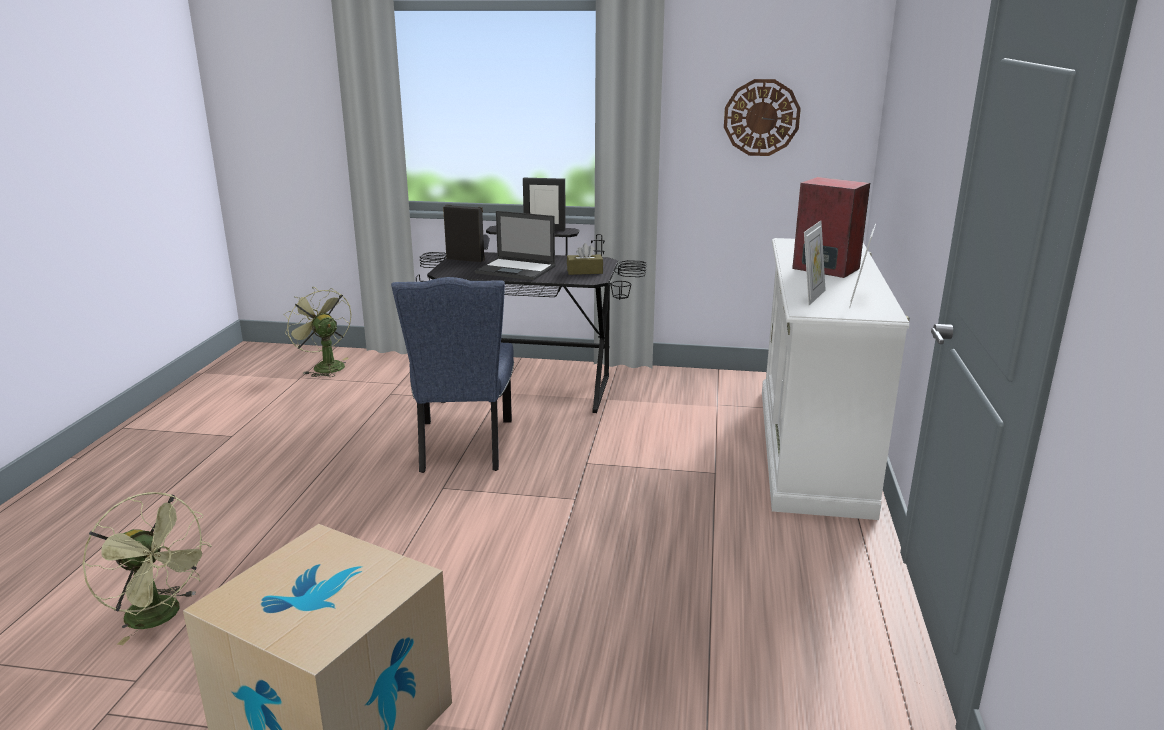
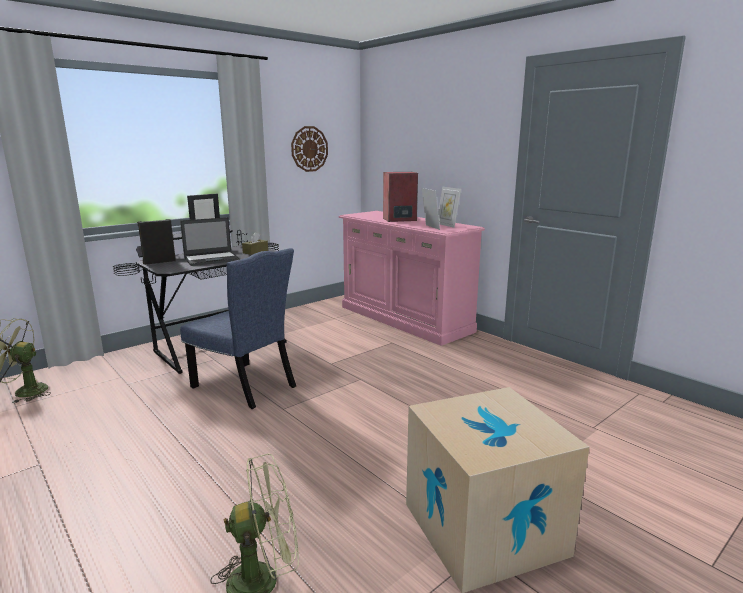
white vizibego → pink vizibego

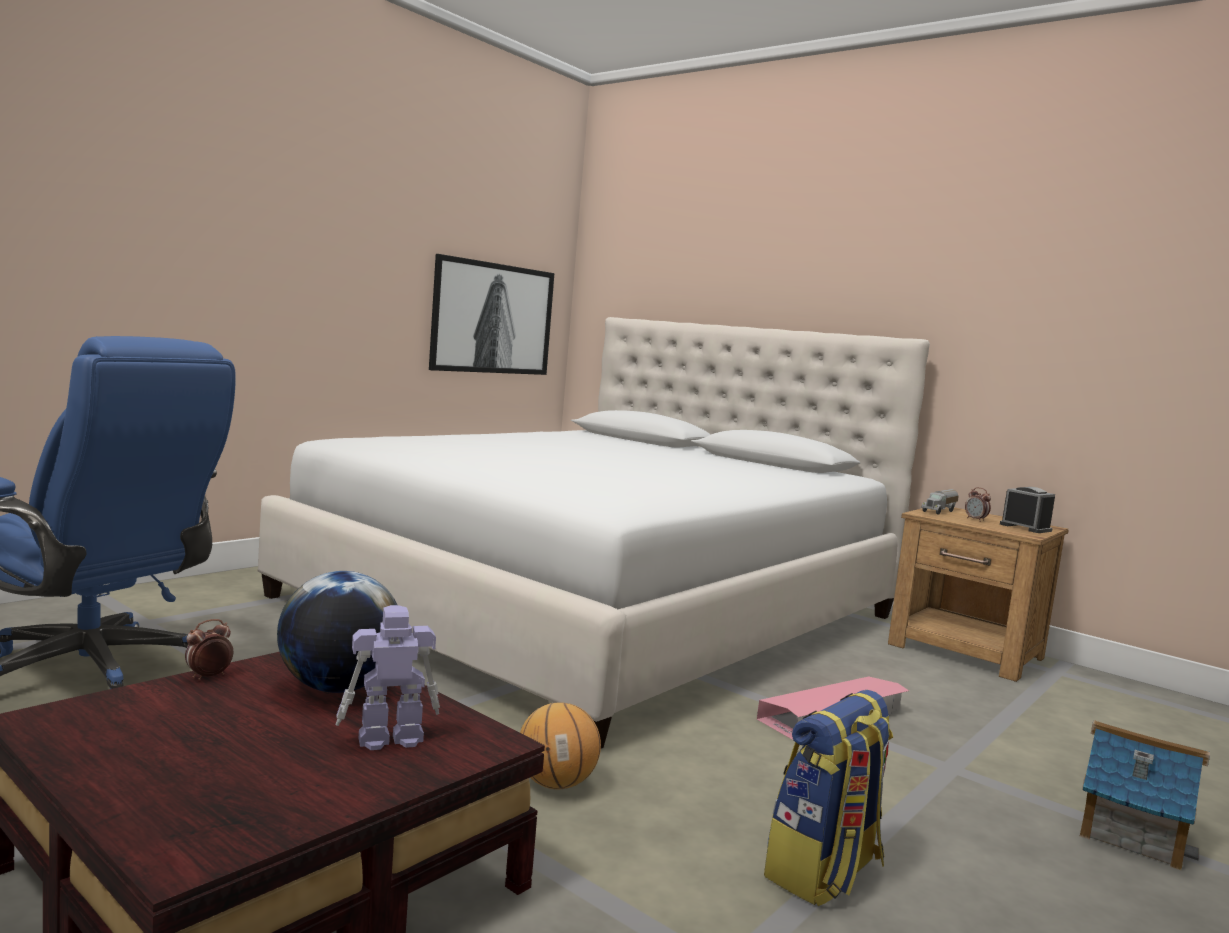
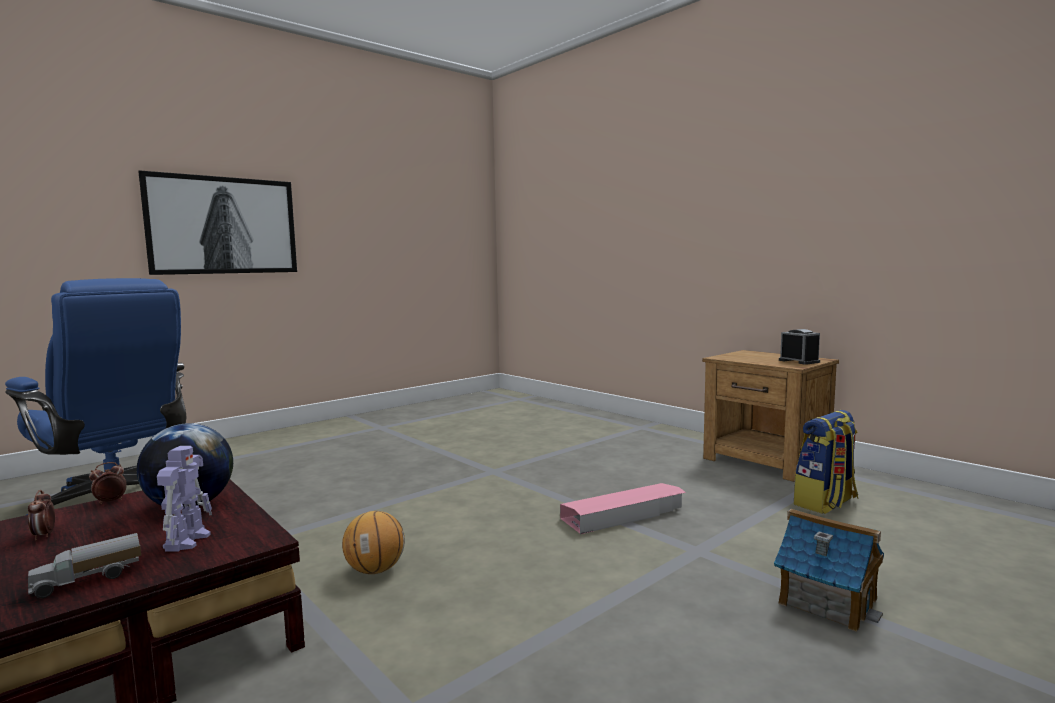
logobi (no. 2 from left in the first image) → logobi (no. 1 from left), relocated
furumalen, relocated
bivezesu, relocated
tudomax, 105 degrees clockwise
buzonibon, relocated
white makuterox → -

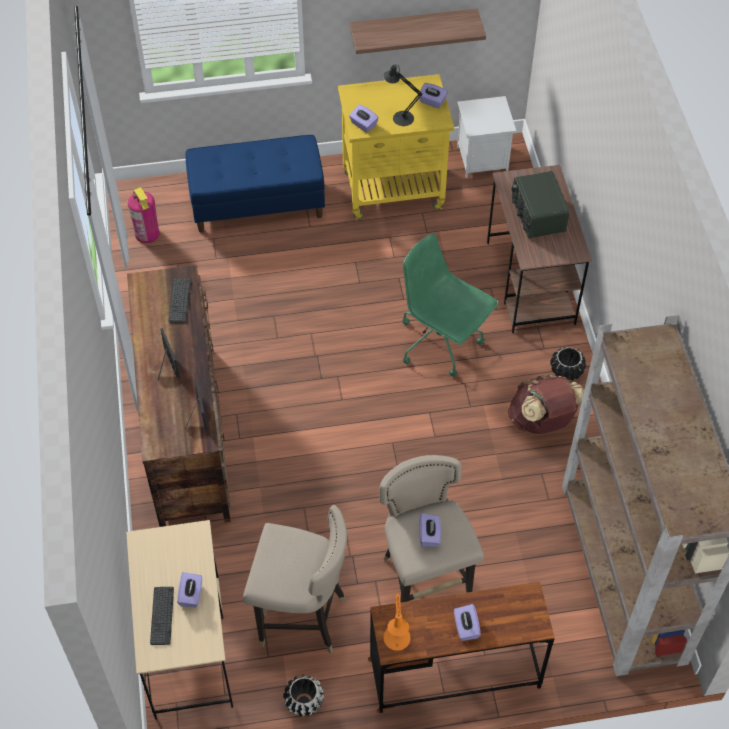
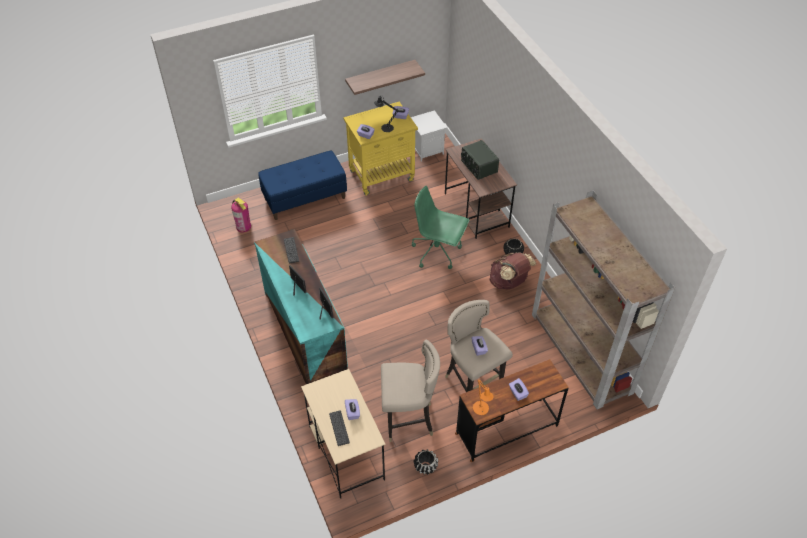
brown vizibego → turquoise vizibego

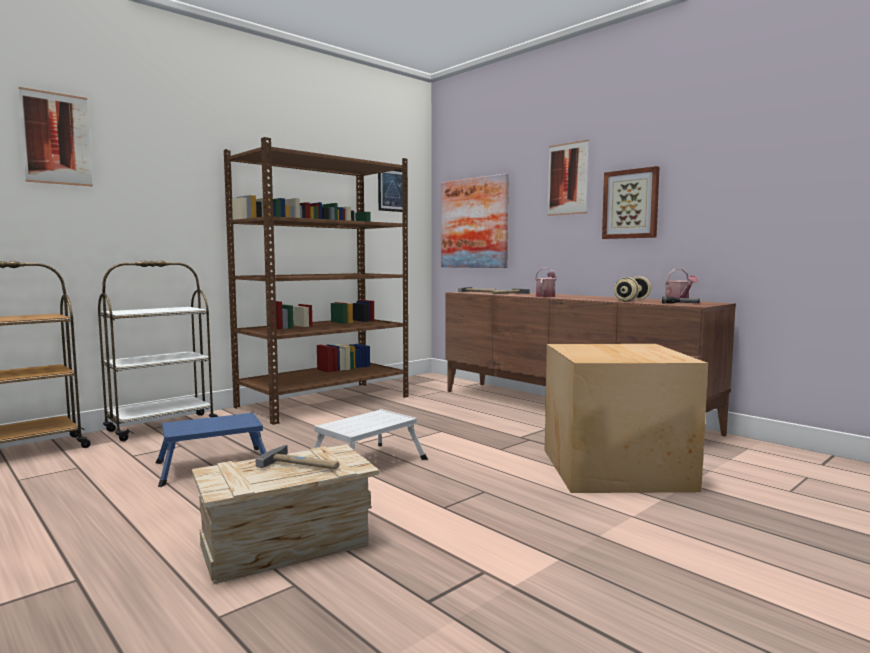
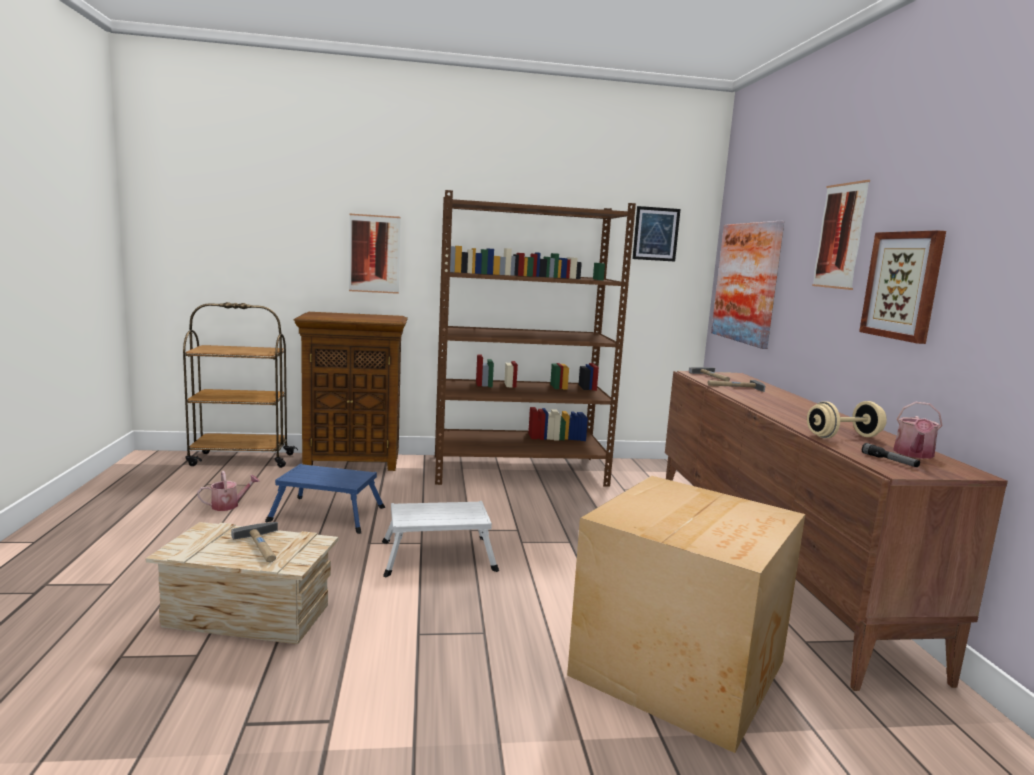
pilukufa (no. 1 from left), relocated
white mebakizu → brown vizibego (no. 1 from left)
bivezesu (no. 1 from left), relocated

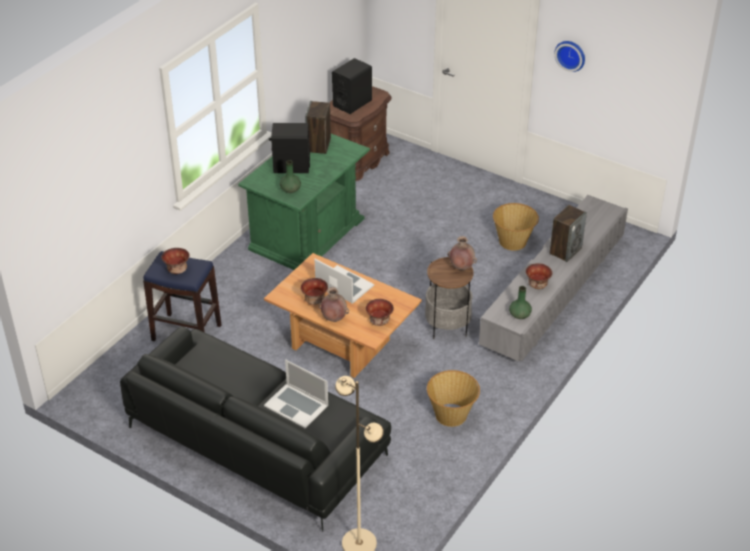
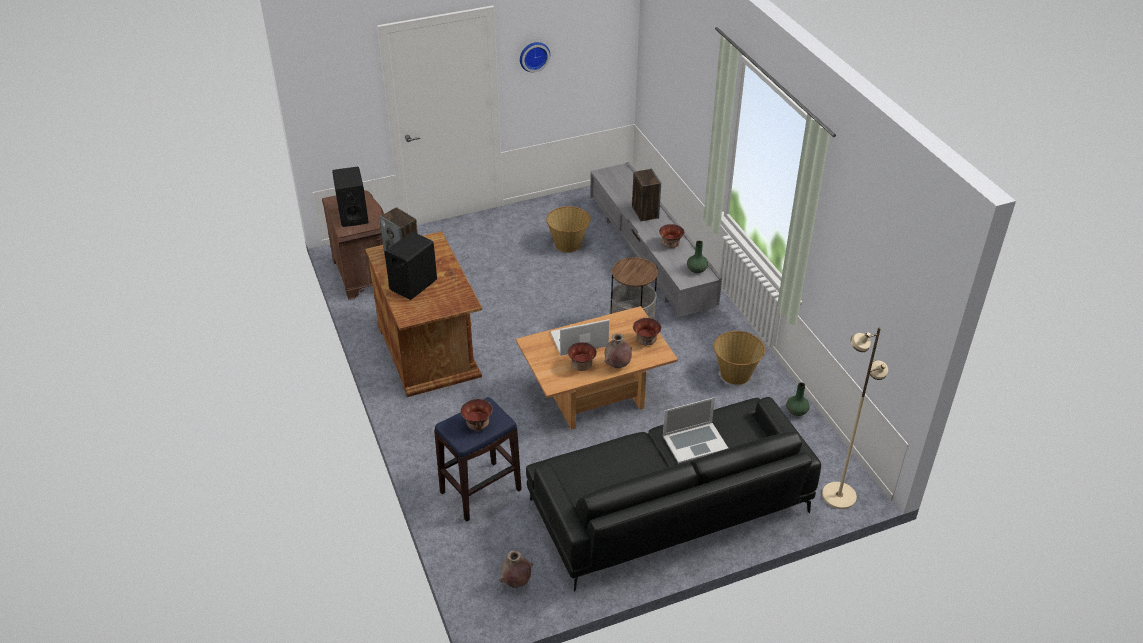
green vizibego → brown vizibego
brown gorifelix (no. 2 from left in the first image) → brown gorifelix (no. 1 from left), relocated
green gorifelix (no. 1 from left in the first image) → green gorifelix (no. 2 from left), relocated

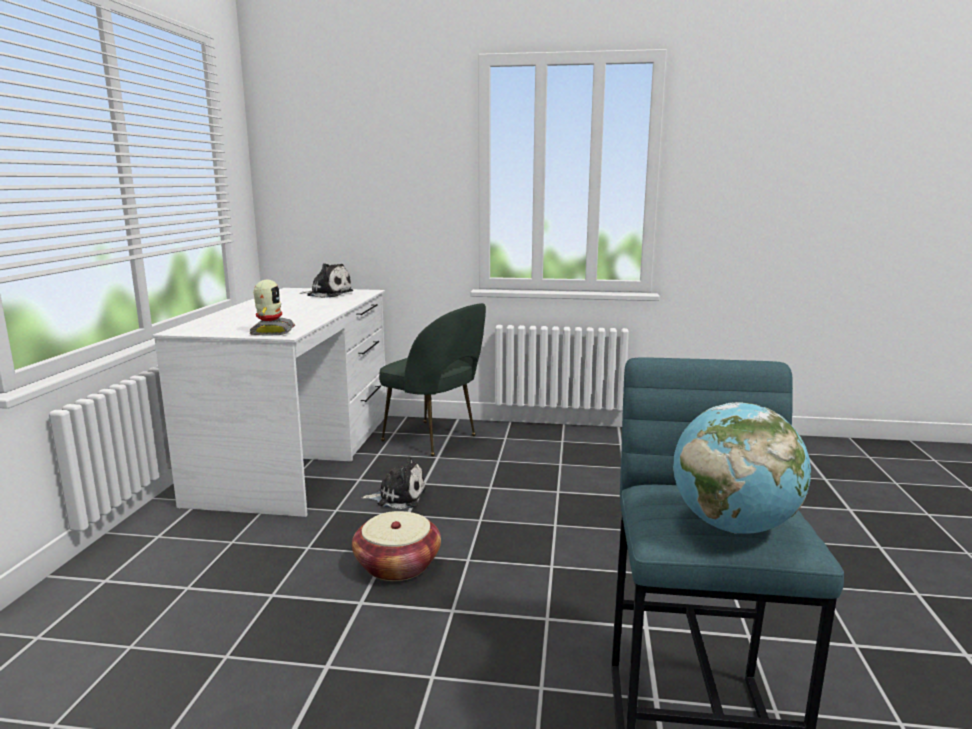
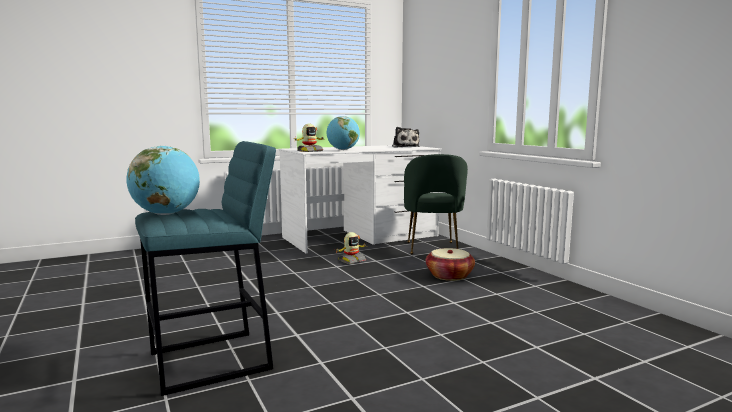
- → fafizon (no. 2 from left)
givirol (no. 2 from left) → tudomax (no. 2 from left)
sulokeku, relocated

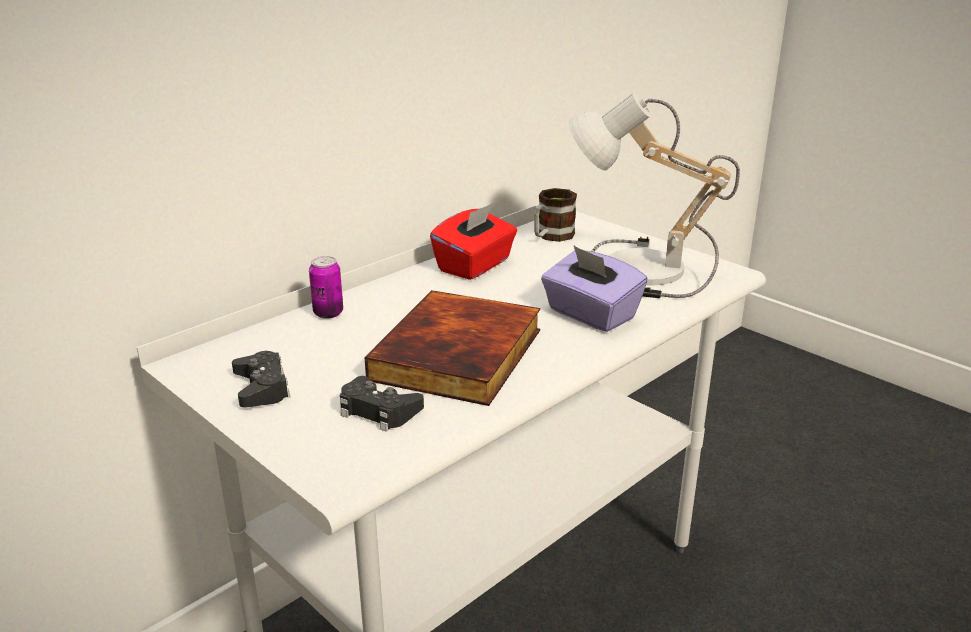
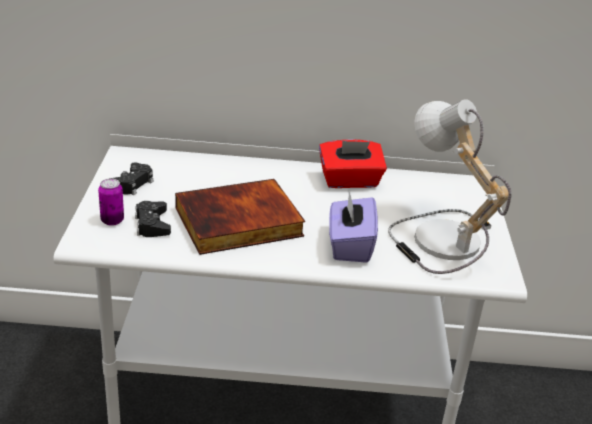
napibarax, relocated
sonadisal → -

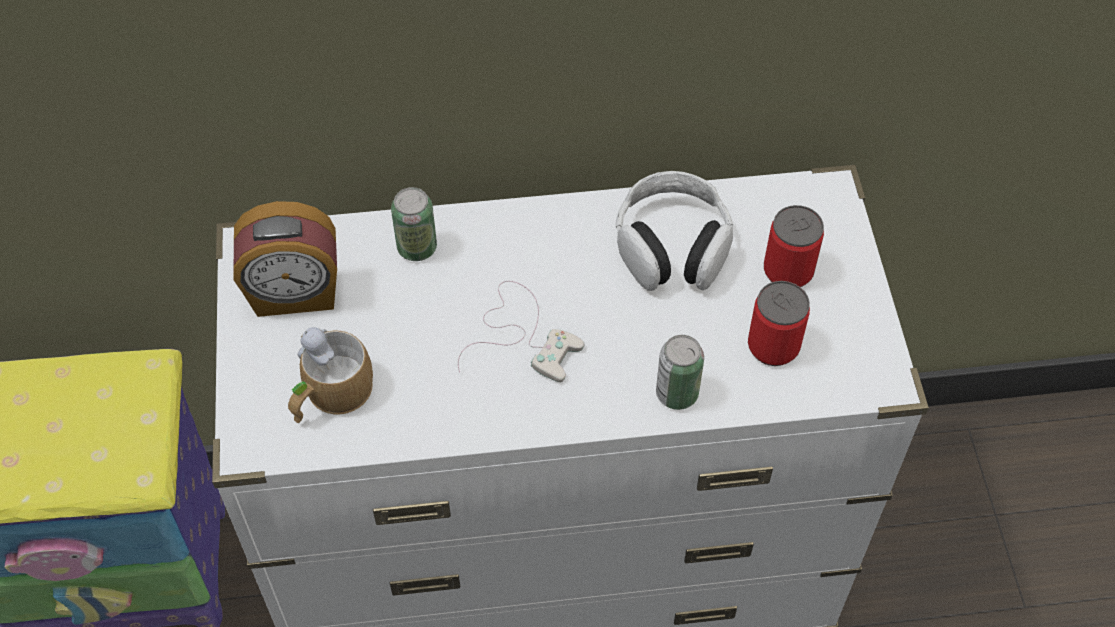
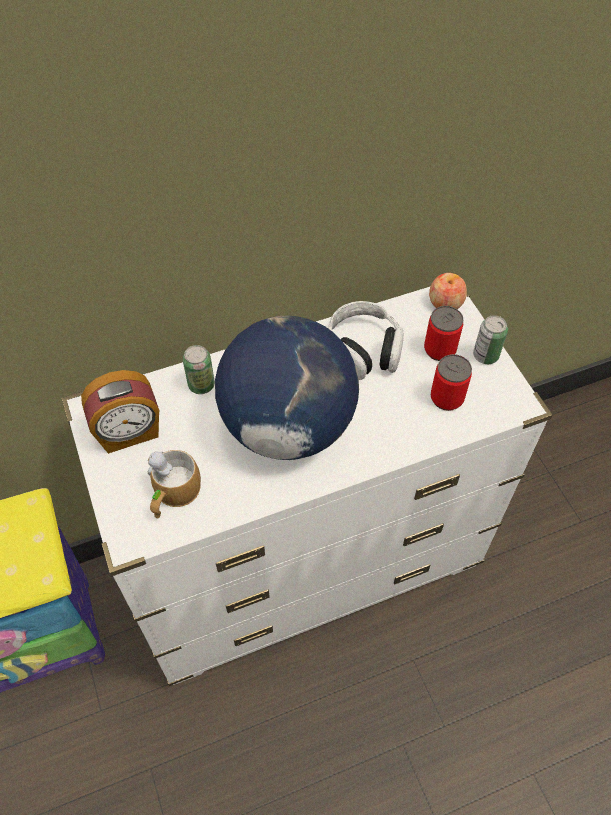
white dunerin → fafizon
- → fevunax
napibarax (no. 2 from left in the first image) → napibarax (no. 4 from left), relocated

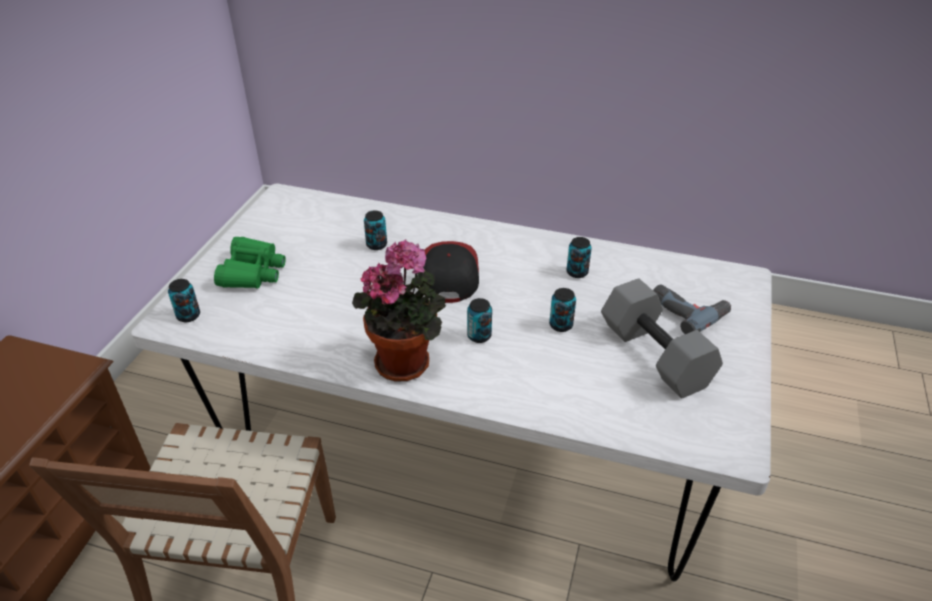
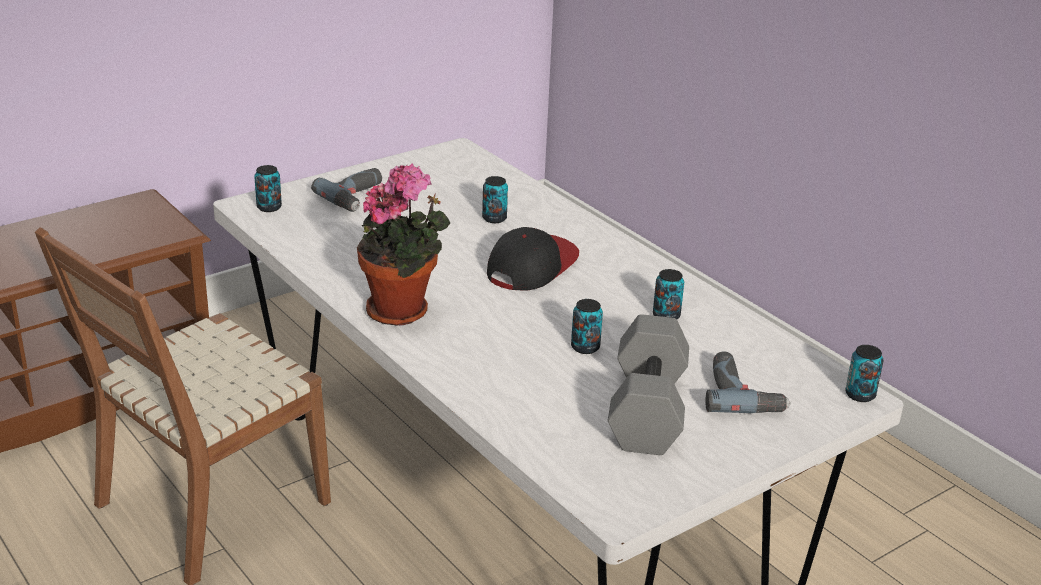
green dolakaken → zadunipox (no. 1 from left)
napibarax (no. 3 from left in the first image) → napibarax (no. 5 from left), relocated

